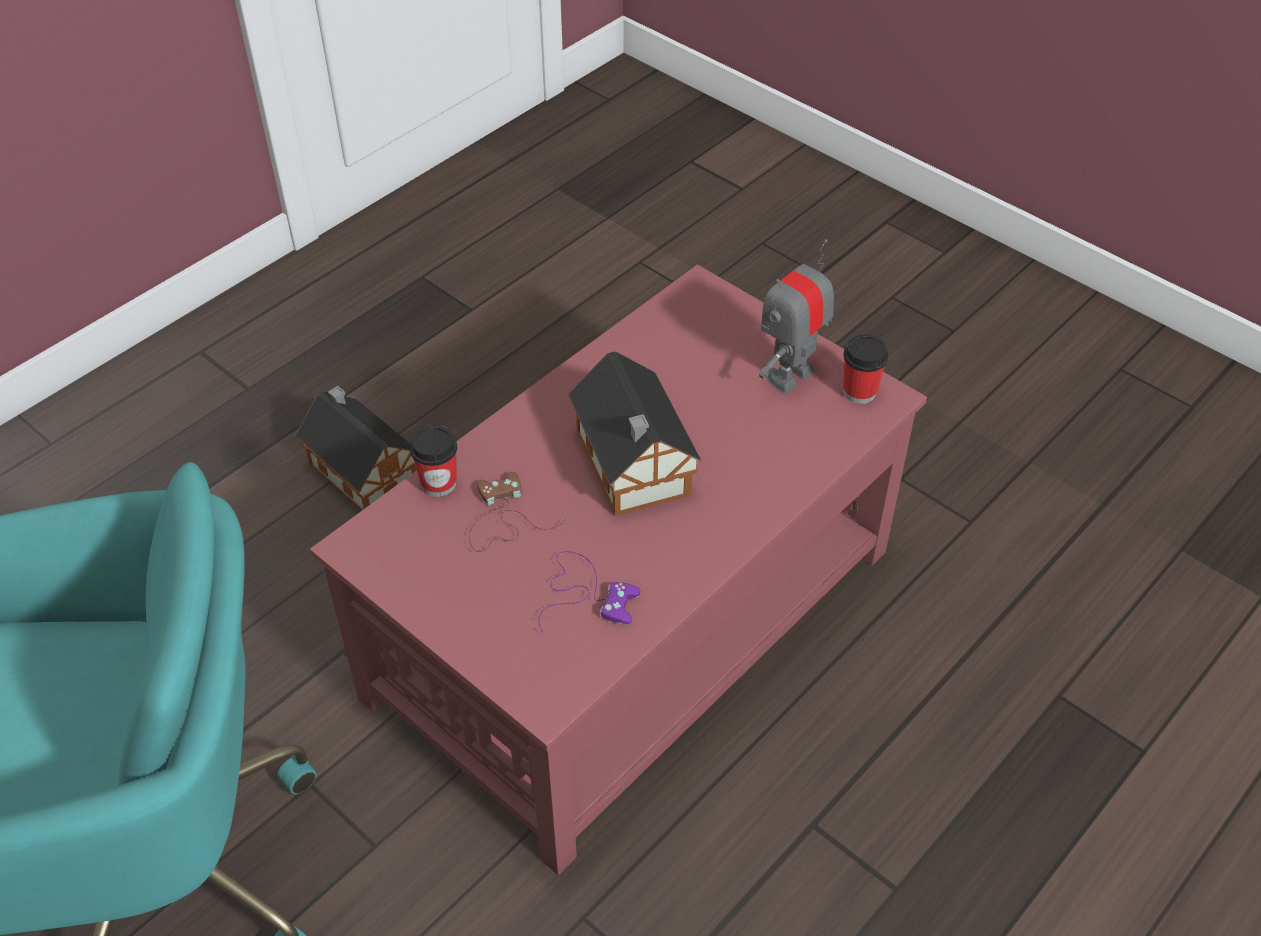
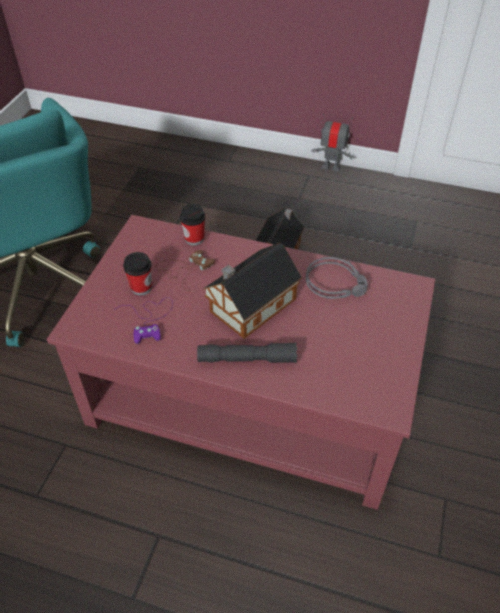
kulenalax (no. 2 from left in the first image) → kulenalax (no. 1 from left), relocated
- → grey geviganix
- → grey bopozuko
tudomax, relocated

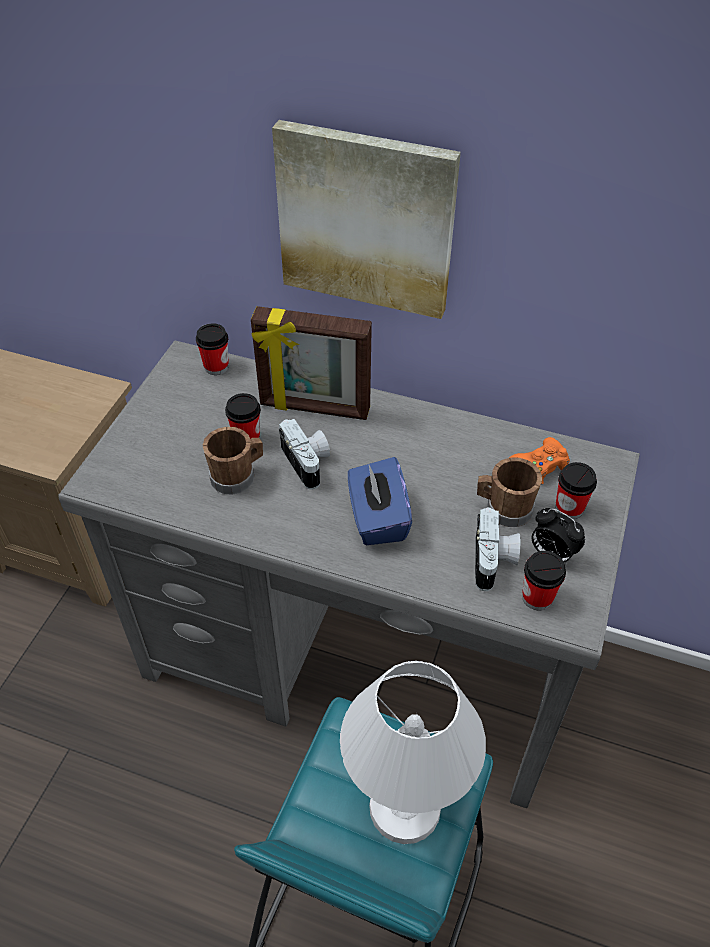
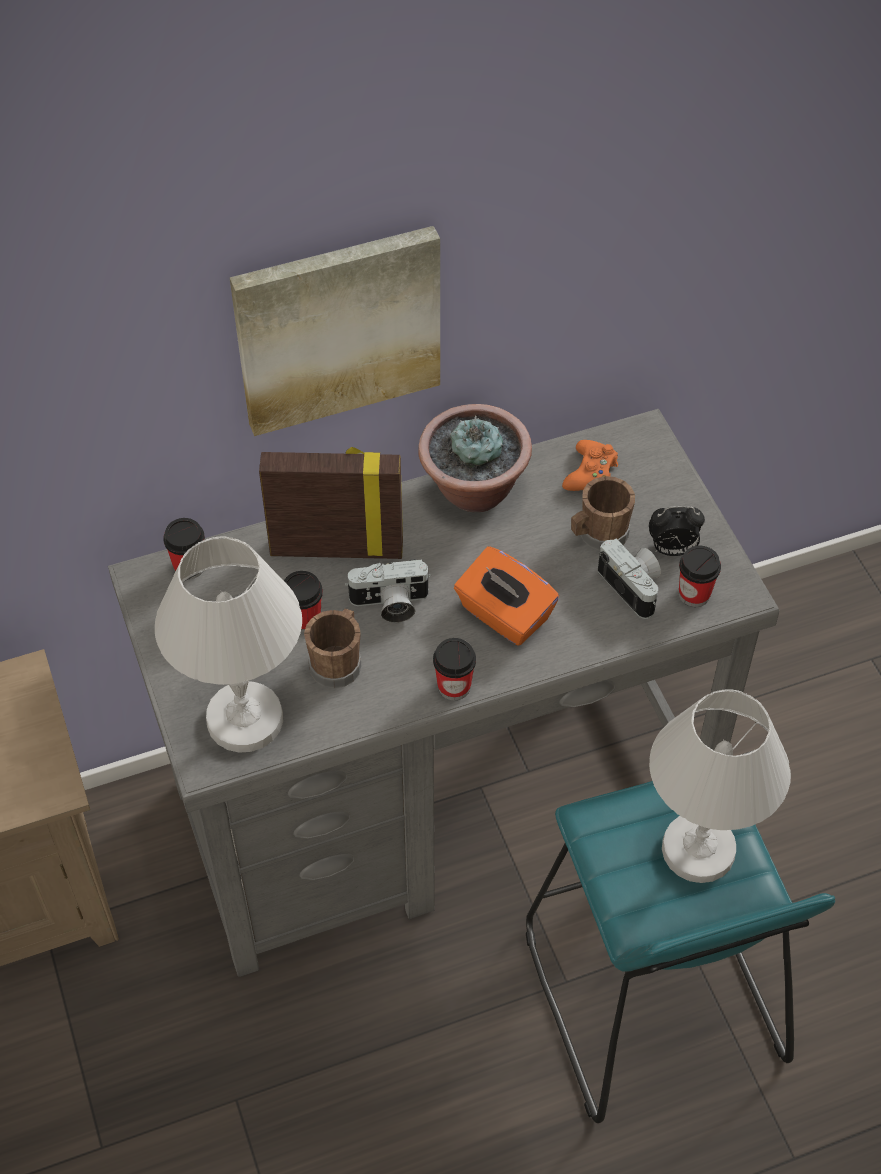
- → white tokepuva (no. 1 from left)
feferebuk, 150 degrees counterclockwise
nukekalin (no. 1 from left), 150 degrees clockwise
- → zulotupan
kulenalax (no. 4 from left in the first image) → kulenalax (no. 3 from left), relocated
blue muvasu → orange muvasu

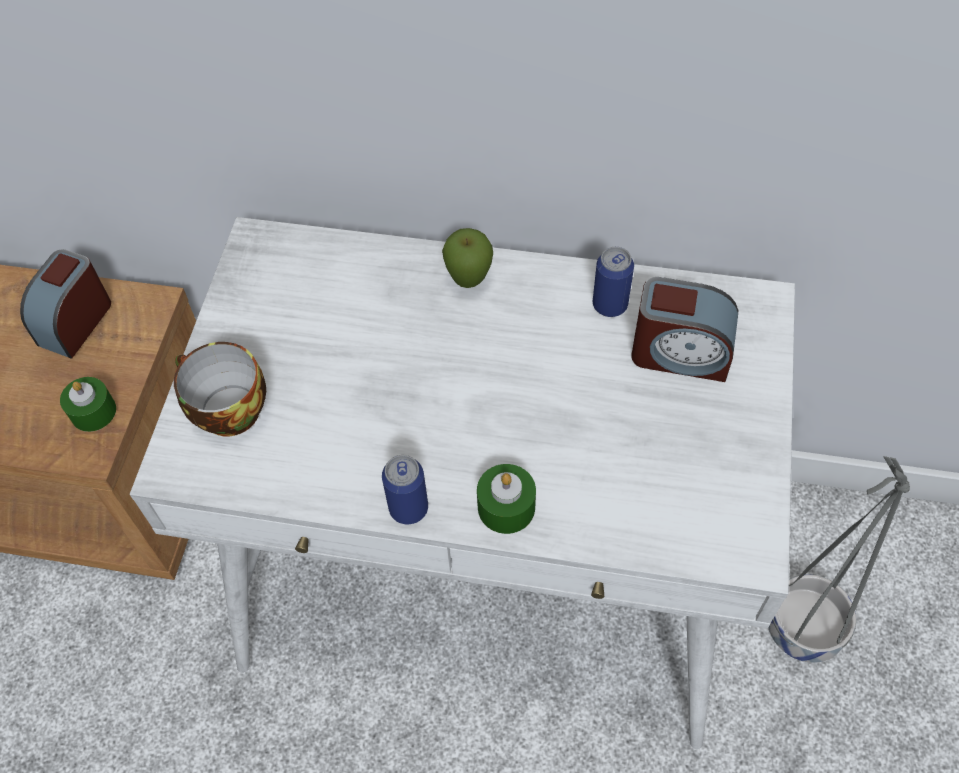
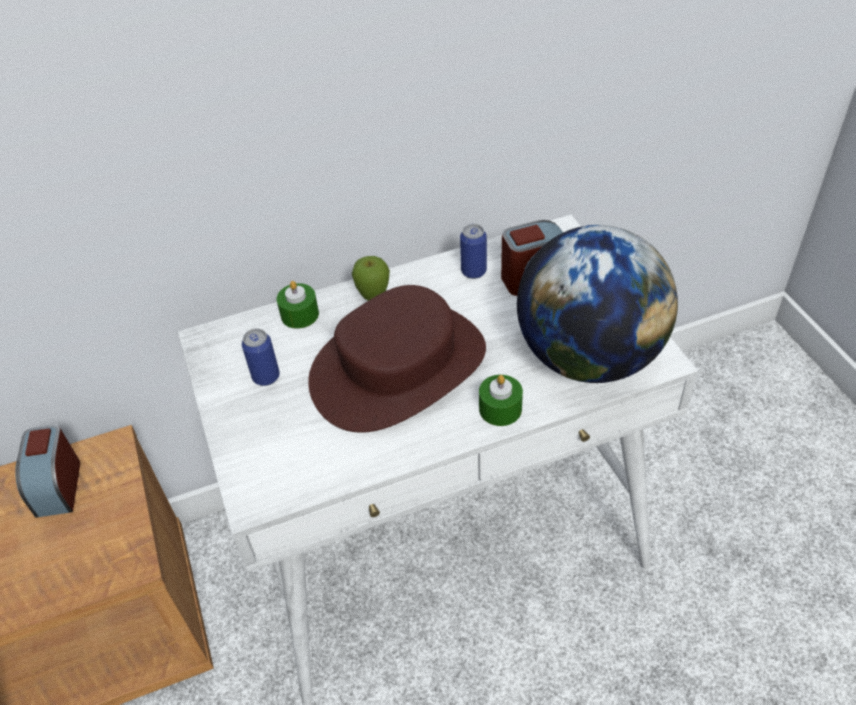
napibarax (no. 1 from left), relocated
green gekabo (no. 1 from left), relocated
- → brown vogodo
- → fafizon
kulenalax → -
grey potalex → -

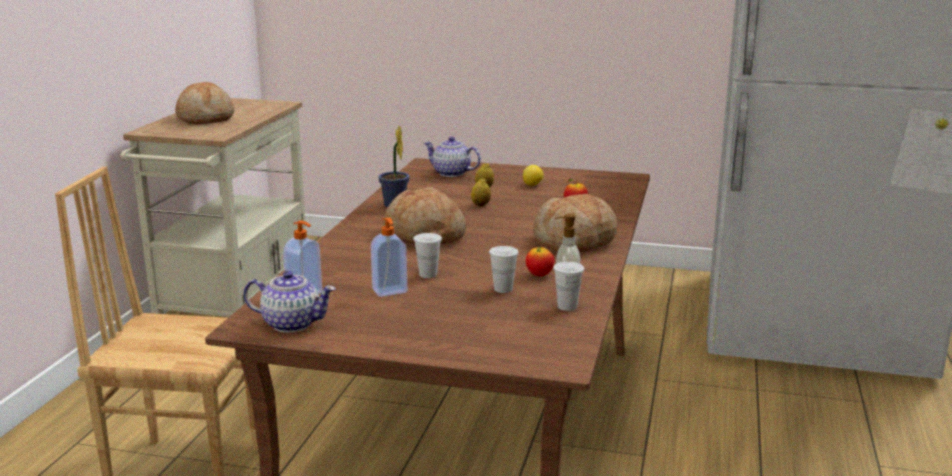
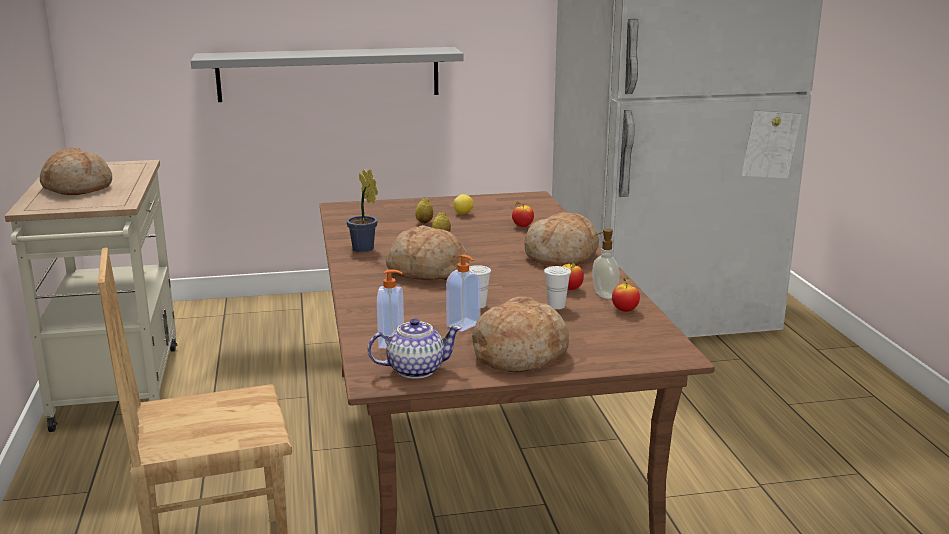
- → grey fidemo
- → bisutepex (no. 3 from left)
white kulenalax (no. 3 from left) → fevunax (no. 3 from left)
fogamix (no. 2 from left) → -

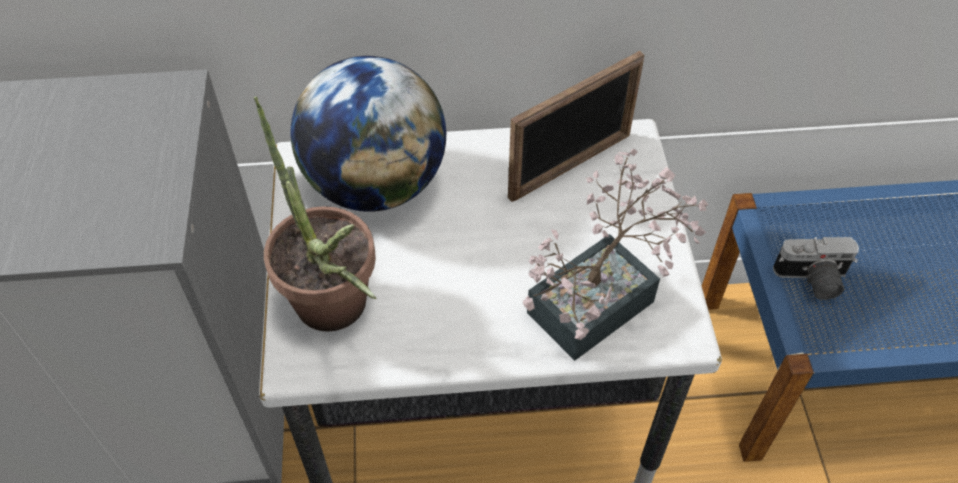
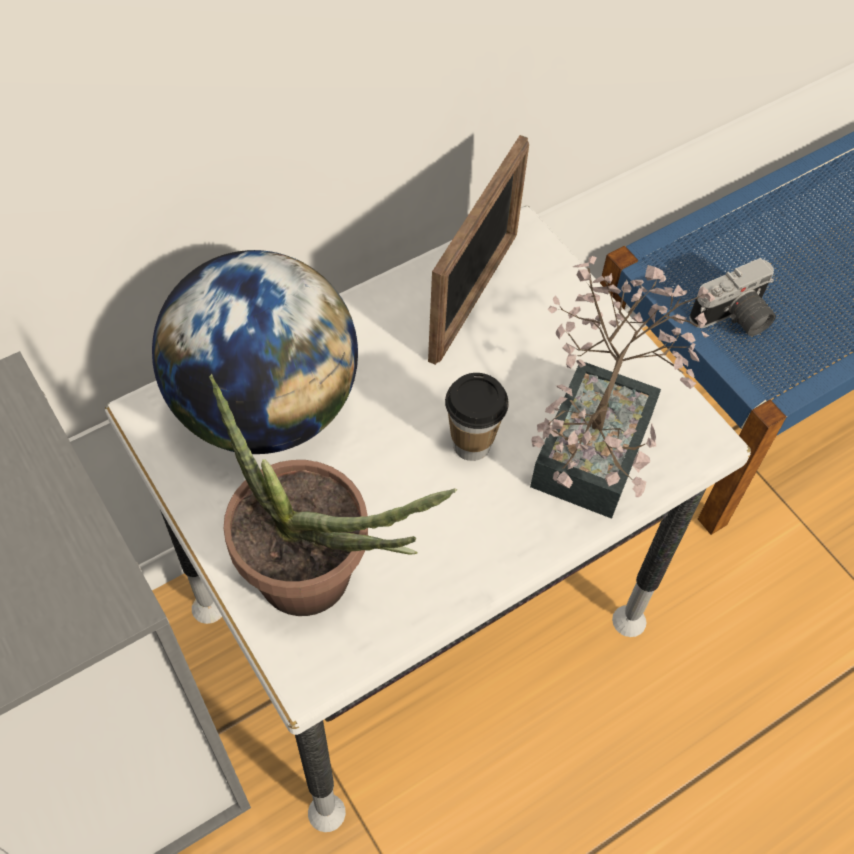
- → kulenalax

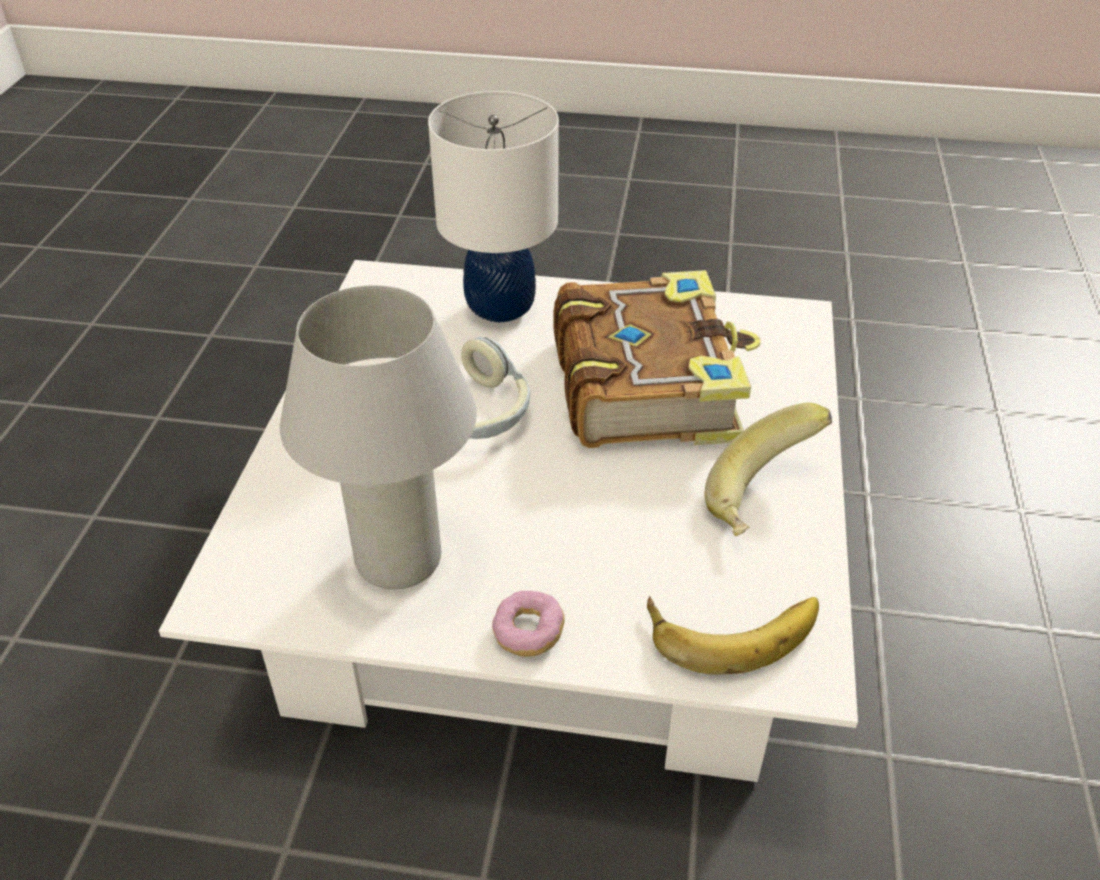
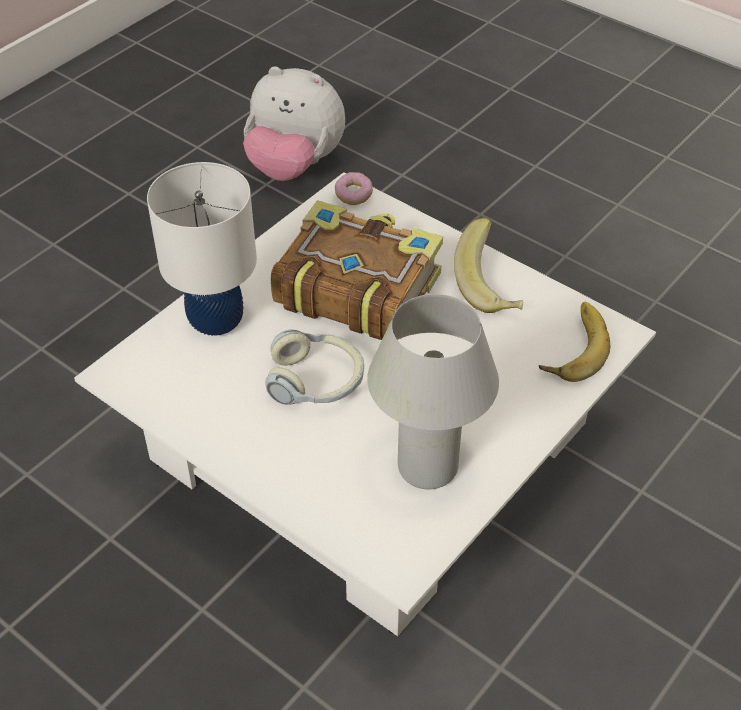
- → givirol
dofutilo, relocated

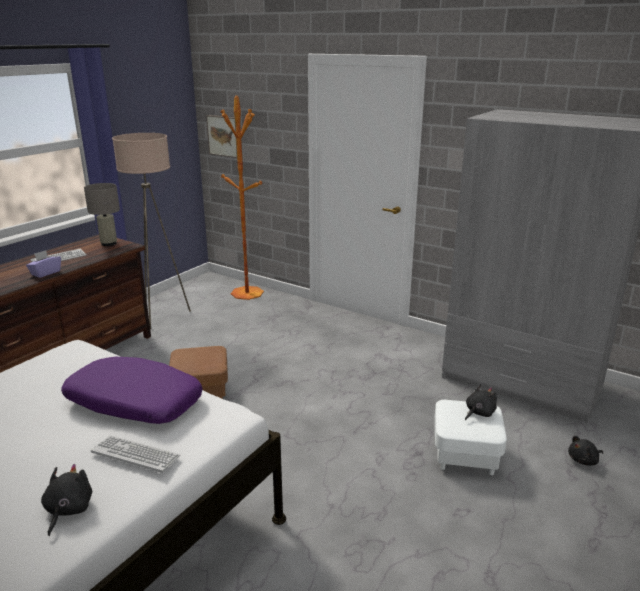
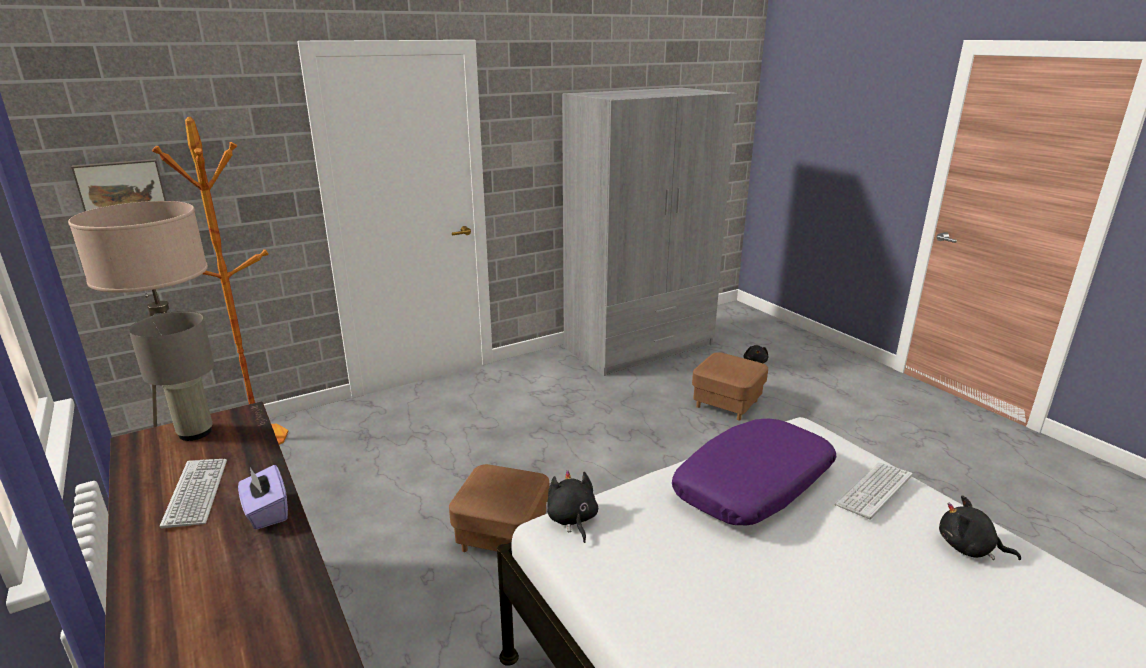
black givirol (no. 2 from left in the first image) → black givirol (no. 1 from left), relocated
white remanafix → brown remanafix (no. 2 from left)

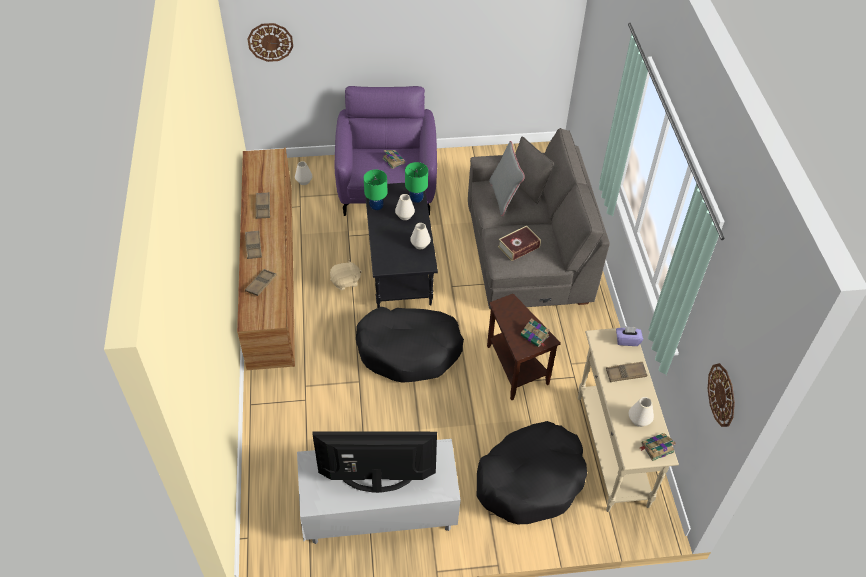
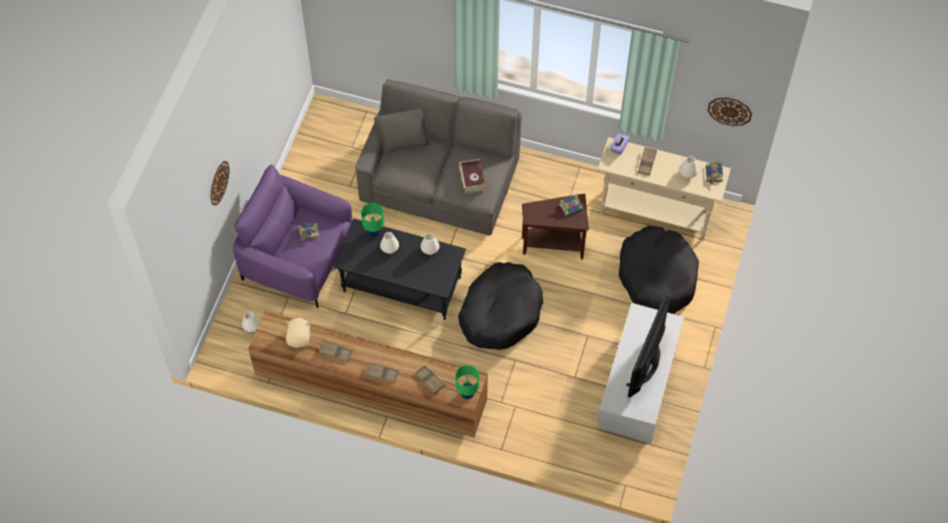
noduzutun (no. 1 from left), relocated
beige givirol, relocated
green tokepuva (no. 1 from left in the first image) → green tokepuva (no. 2 from left), relocated
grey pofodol → -

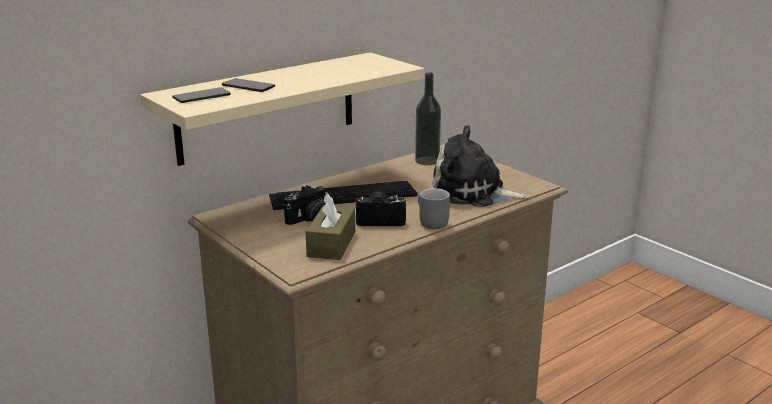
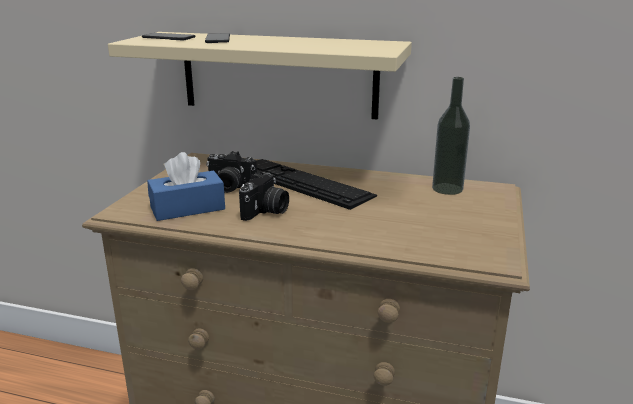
brown muvasu → blue muvasu
nukekalin (no. 2 from left), 60 degrees clockwise
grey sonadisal → -
givirol → -

